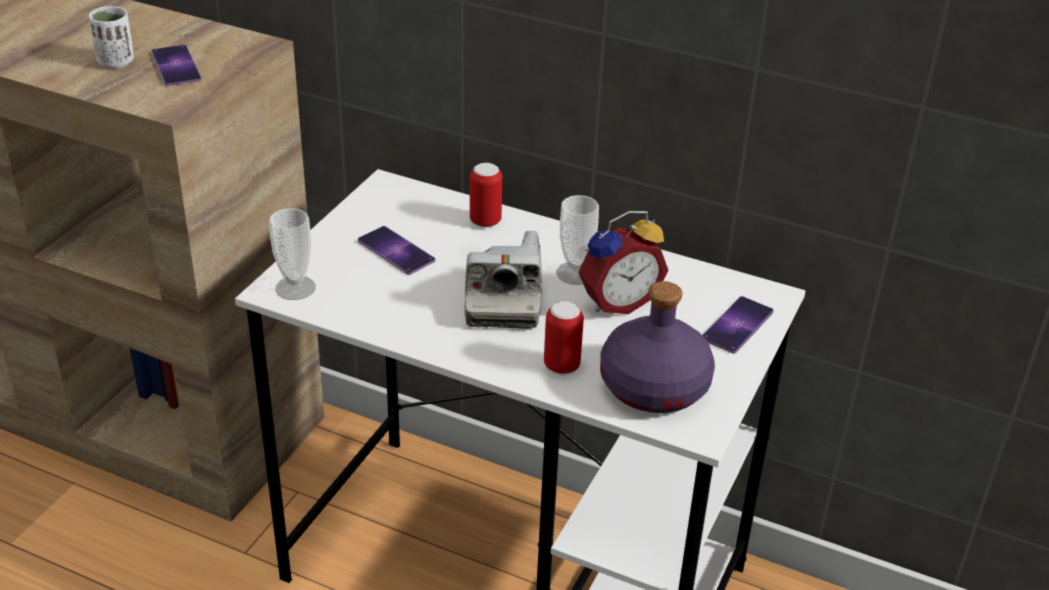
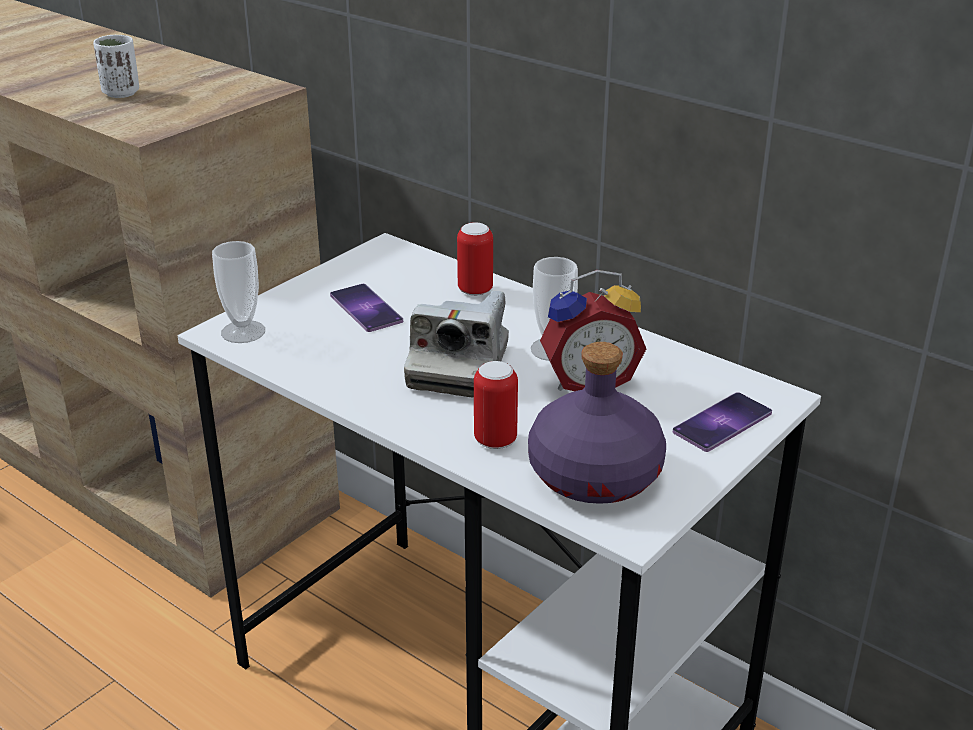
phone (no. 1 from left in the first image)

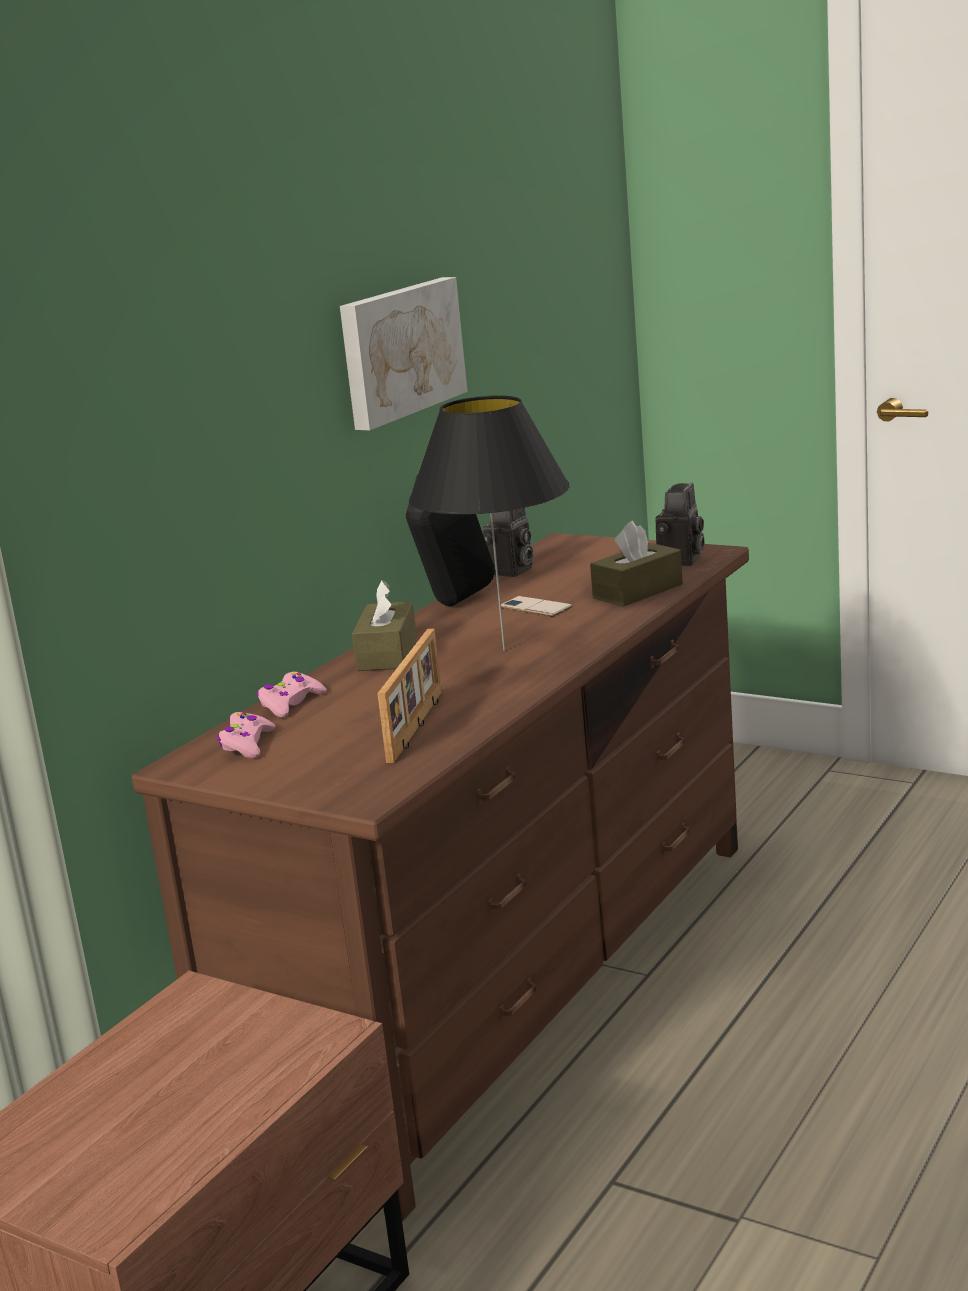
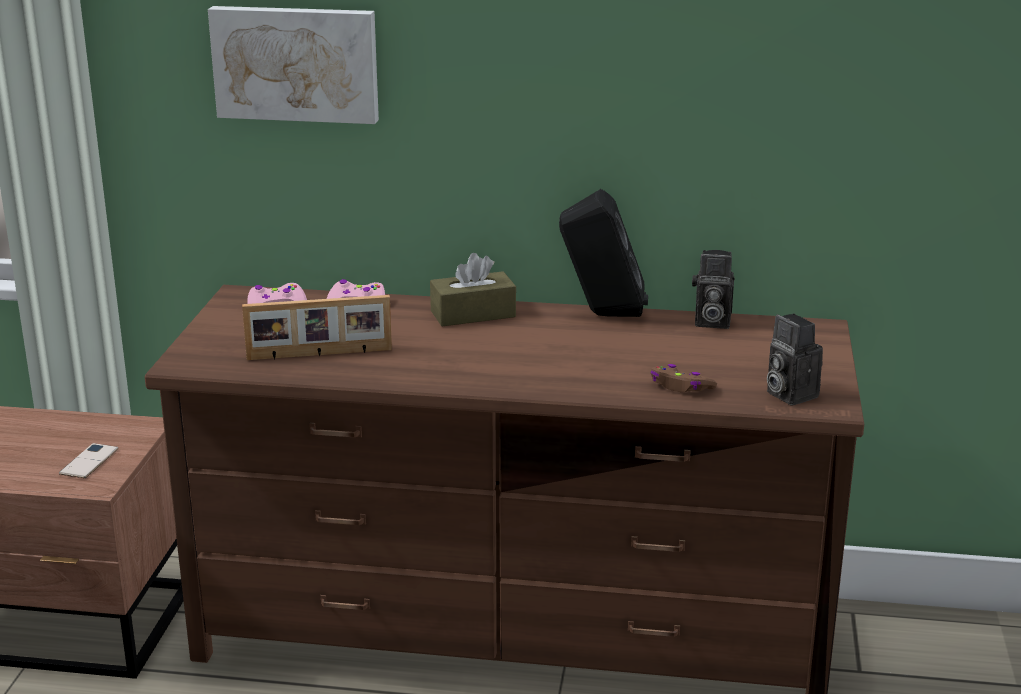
picture
black table lamp
phone
brown game controller
photo camera (no. 2 from left)

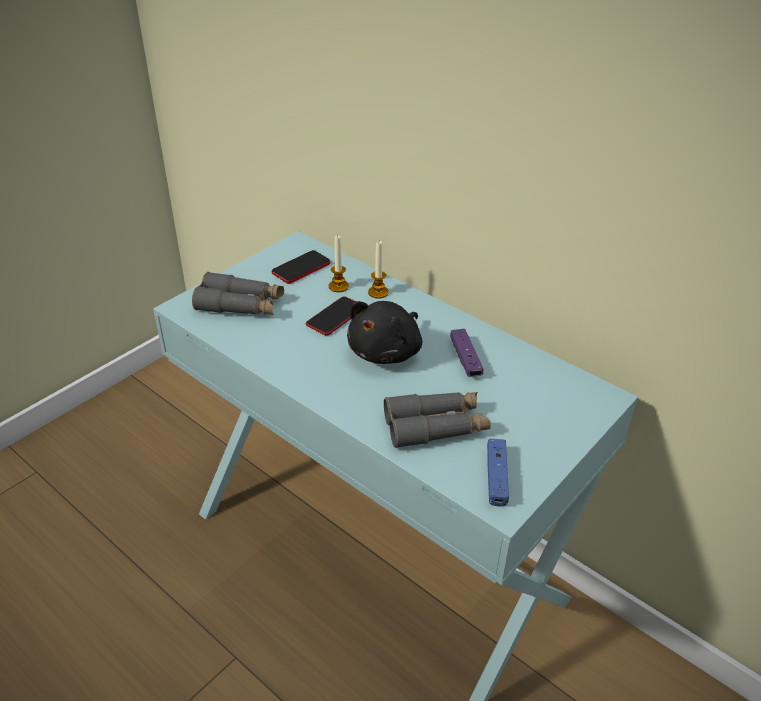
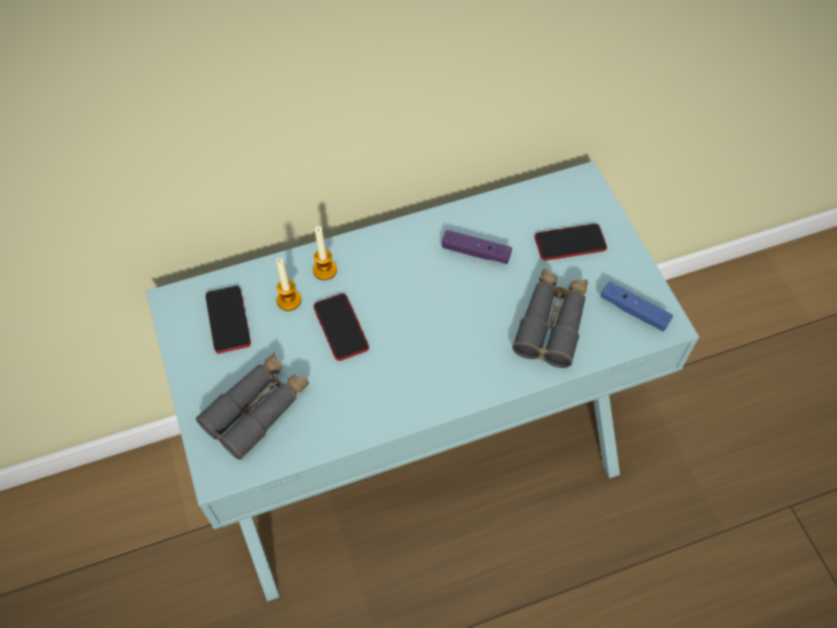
black plush toy
phone (no. 3 from left)

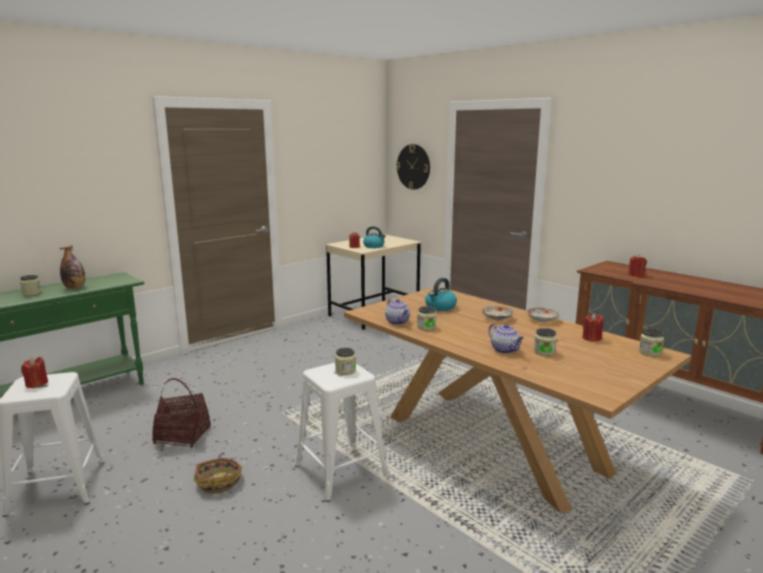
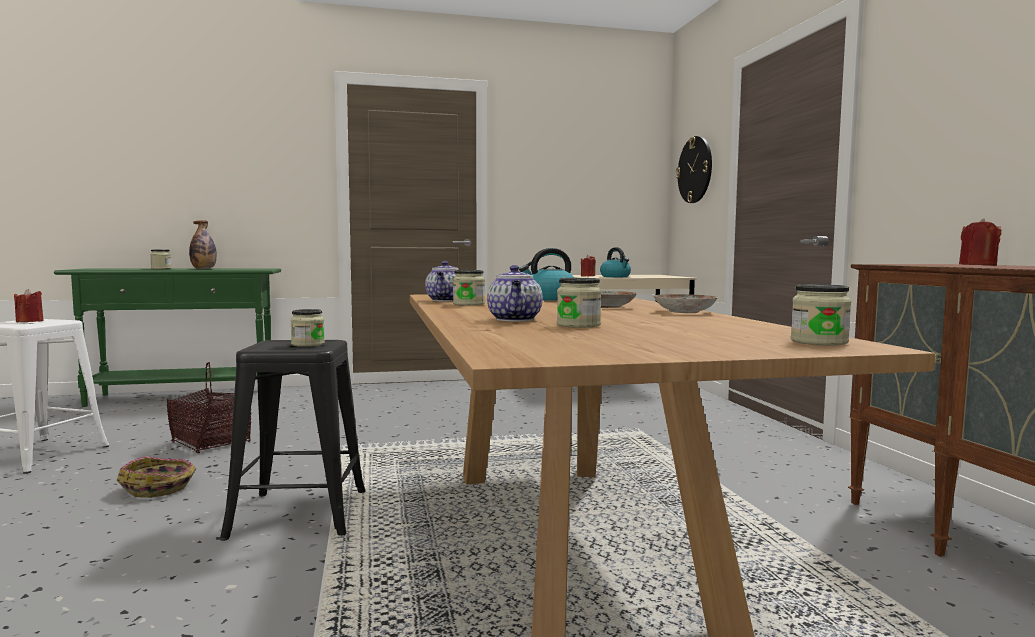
black stool
red candle (no. 3 from left in the first image)

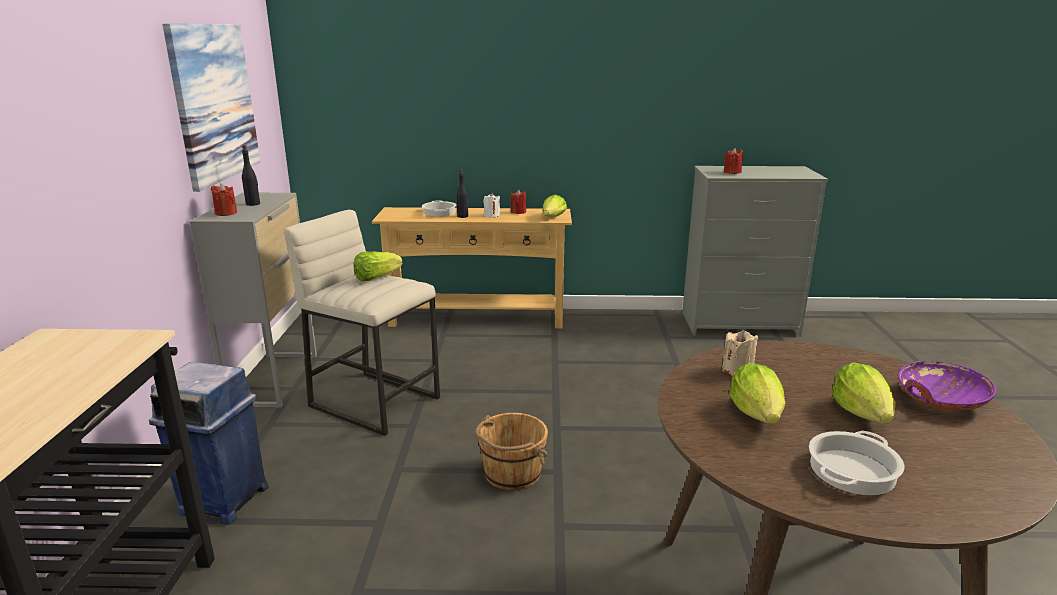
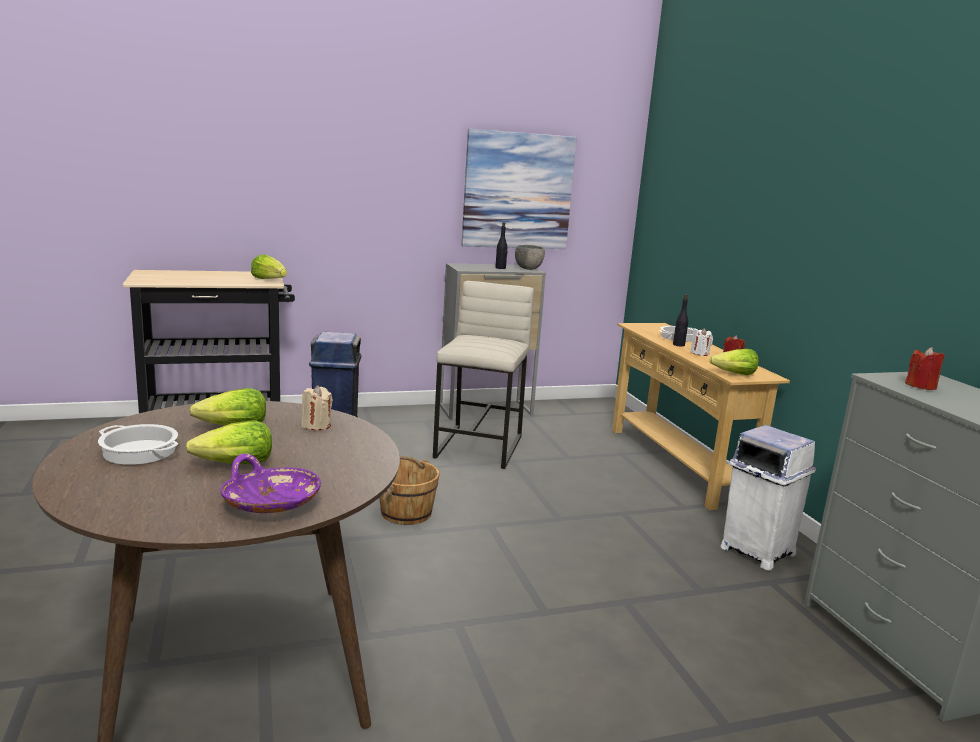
red candle (no. 1 from left in the first image)
lettuce (no. 3 from left)
grey bowl
white trash can

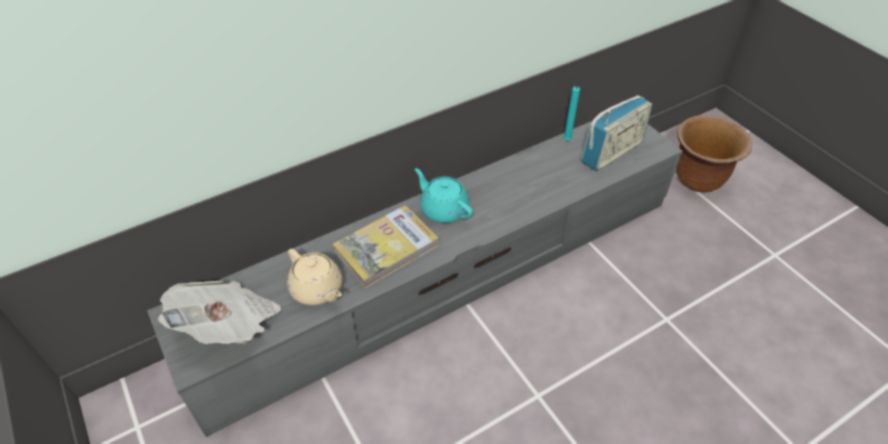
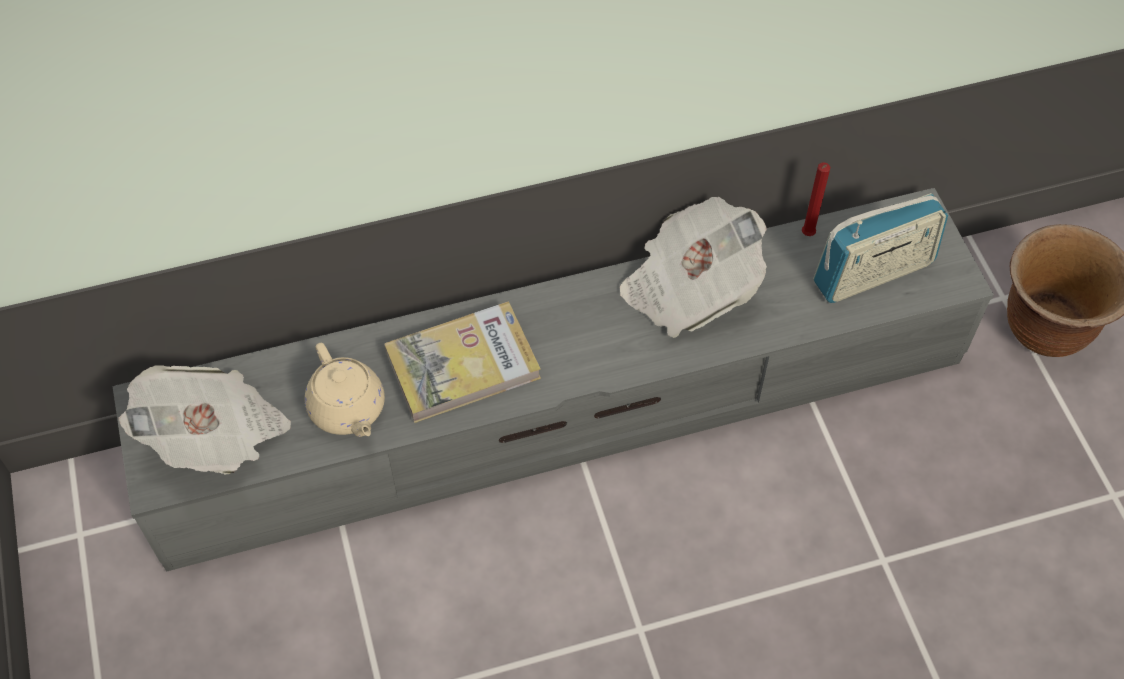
turquoise teapot
red candle
newspaper (no. 2 from left)

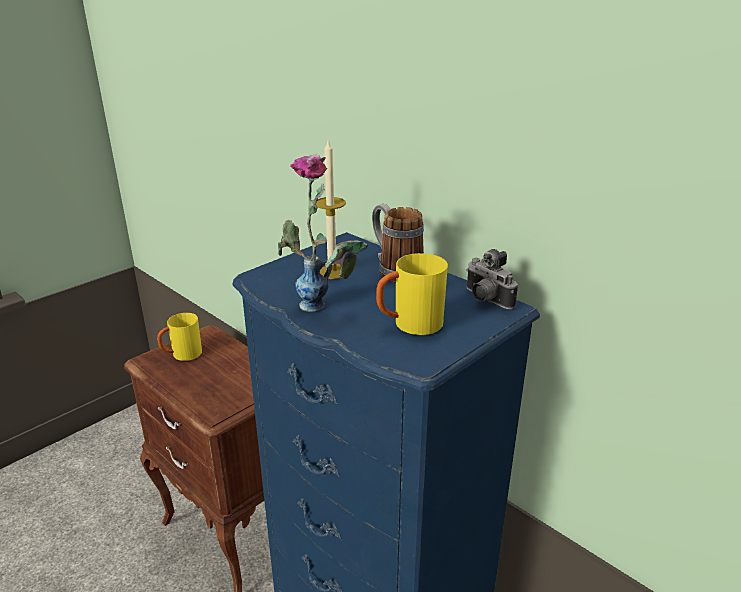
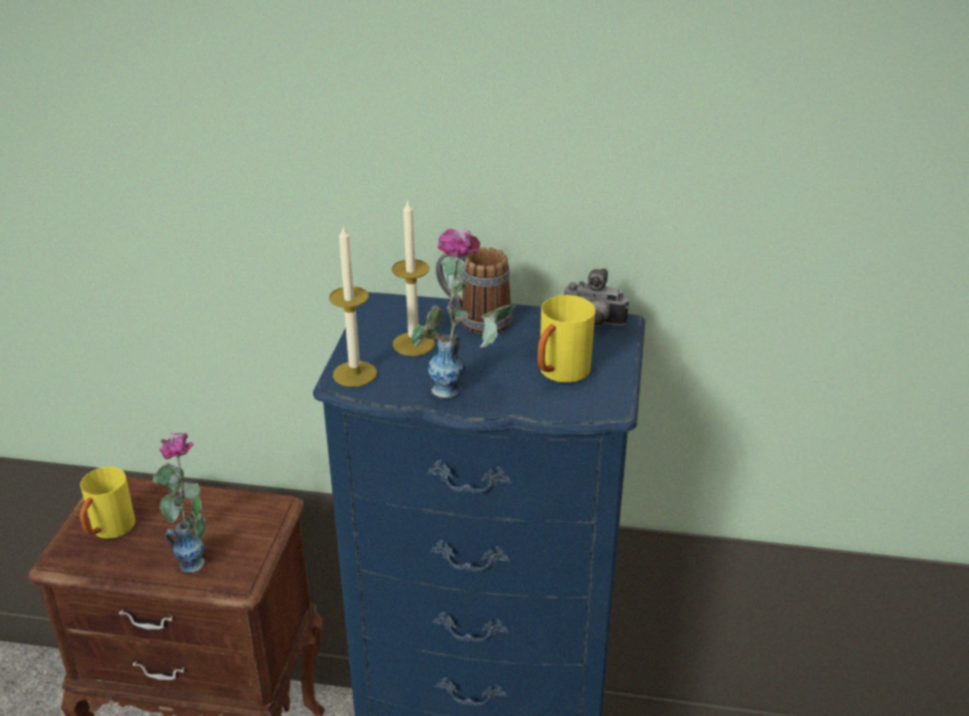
vase (no. 1 from left)
candle (no. 1 from left)

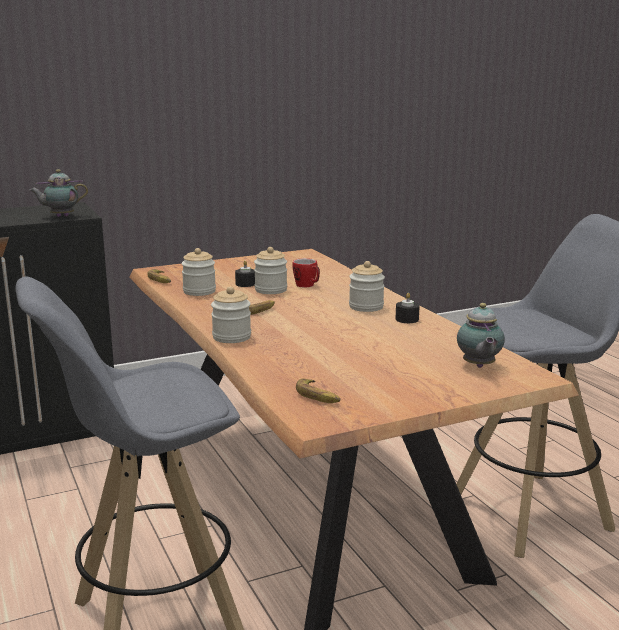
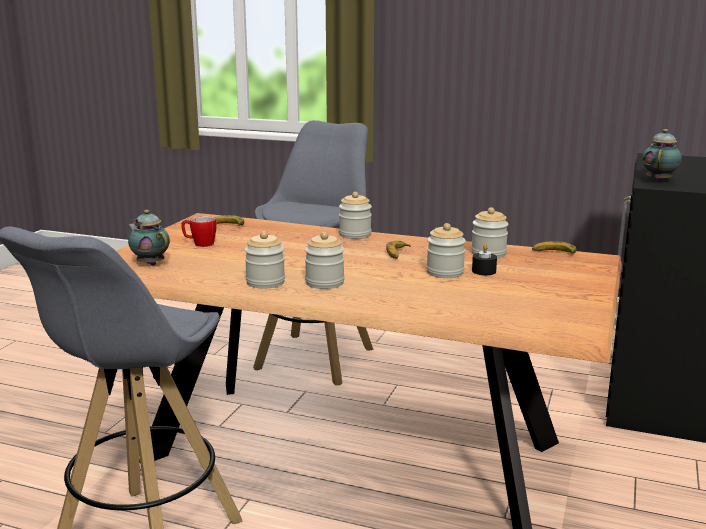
mug
jar (no. 1 from left)

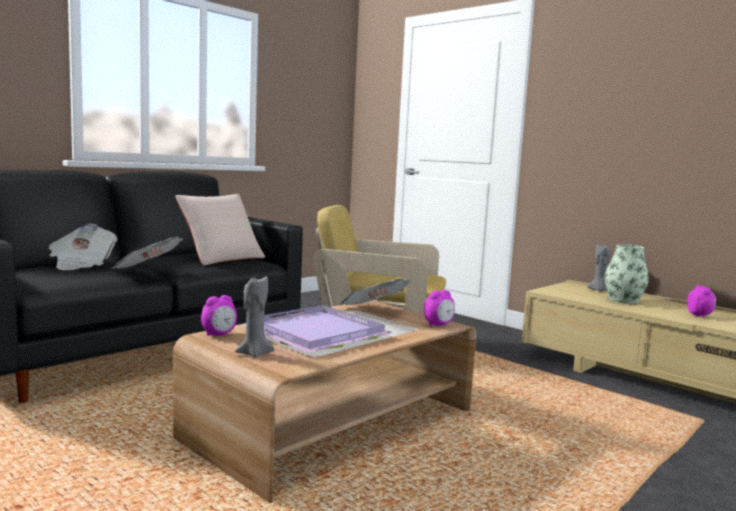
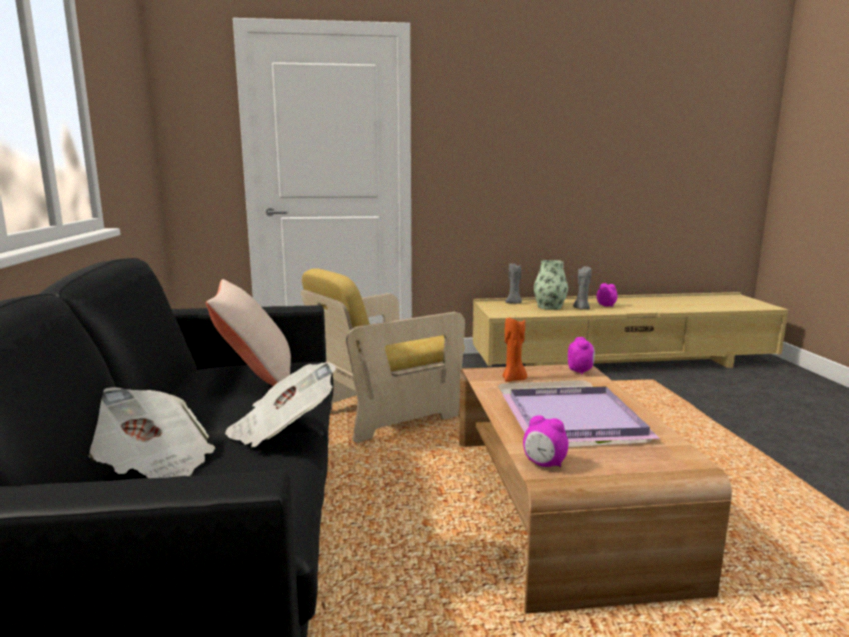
alarm clock (no. 1 from left)
grey candle (no. 2 from left)
orange candle

